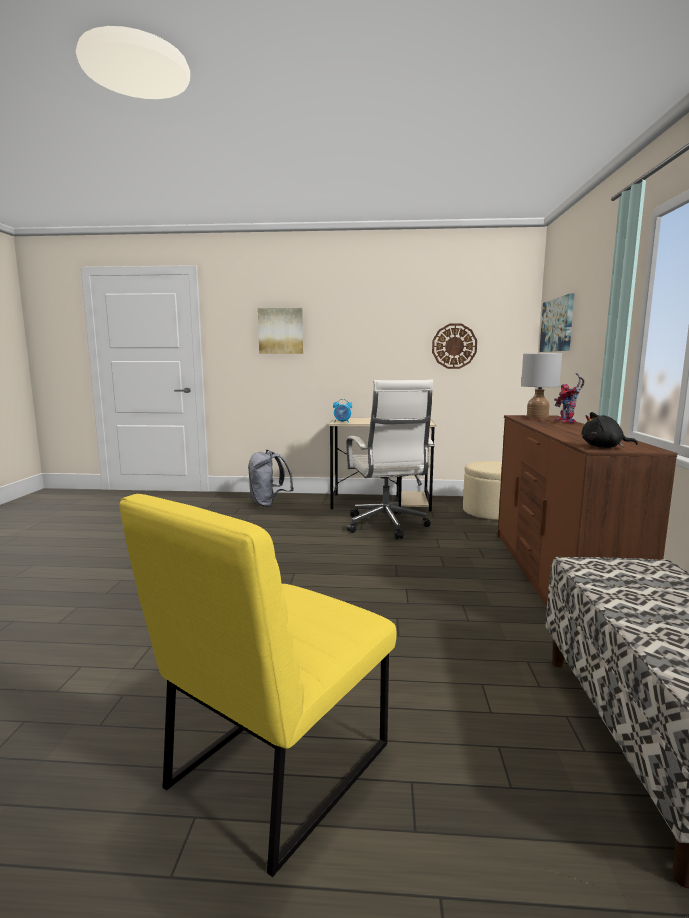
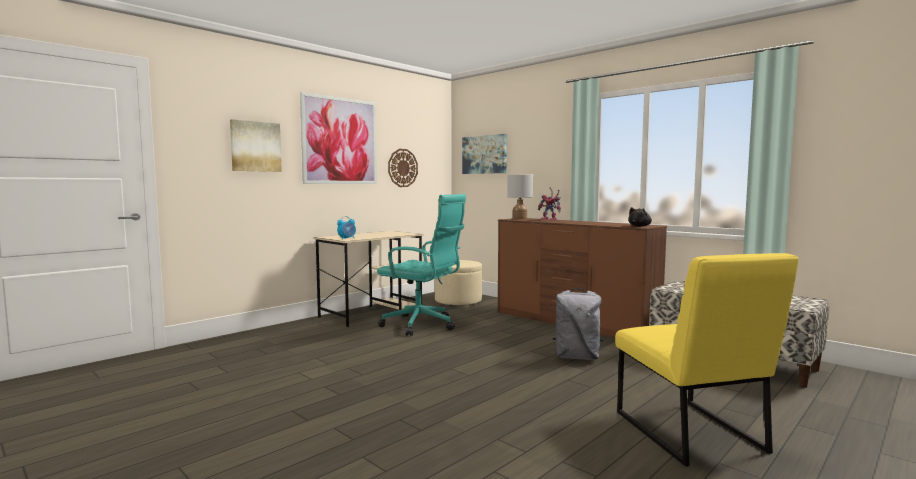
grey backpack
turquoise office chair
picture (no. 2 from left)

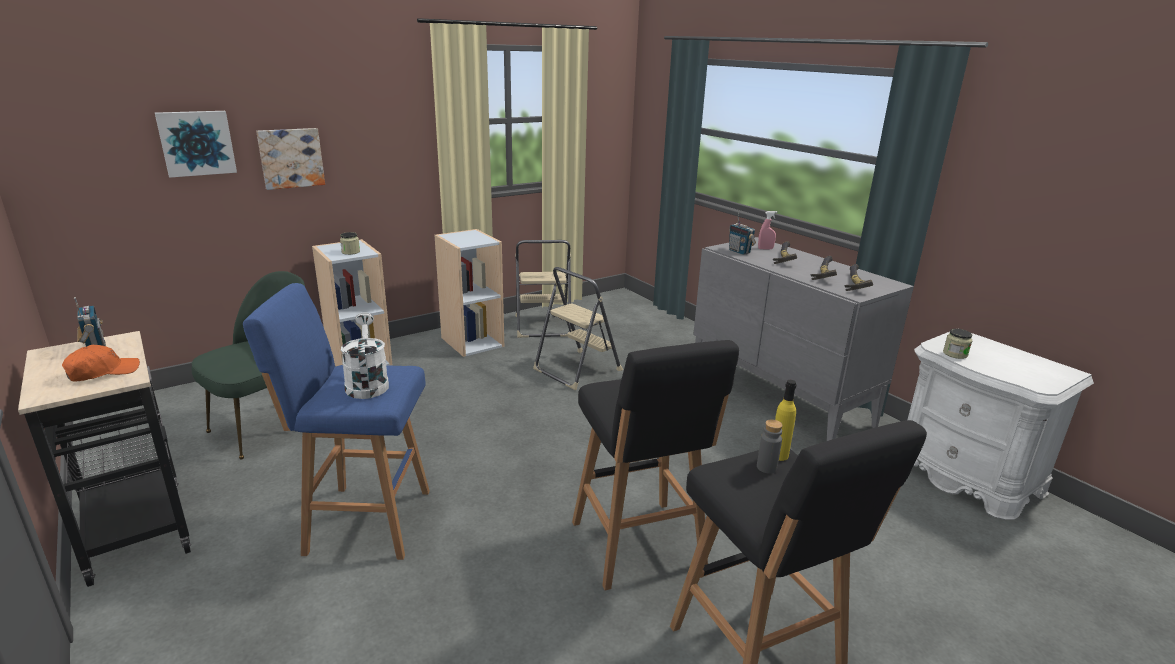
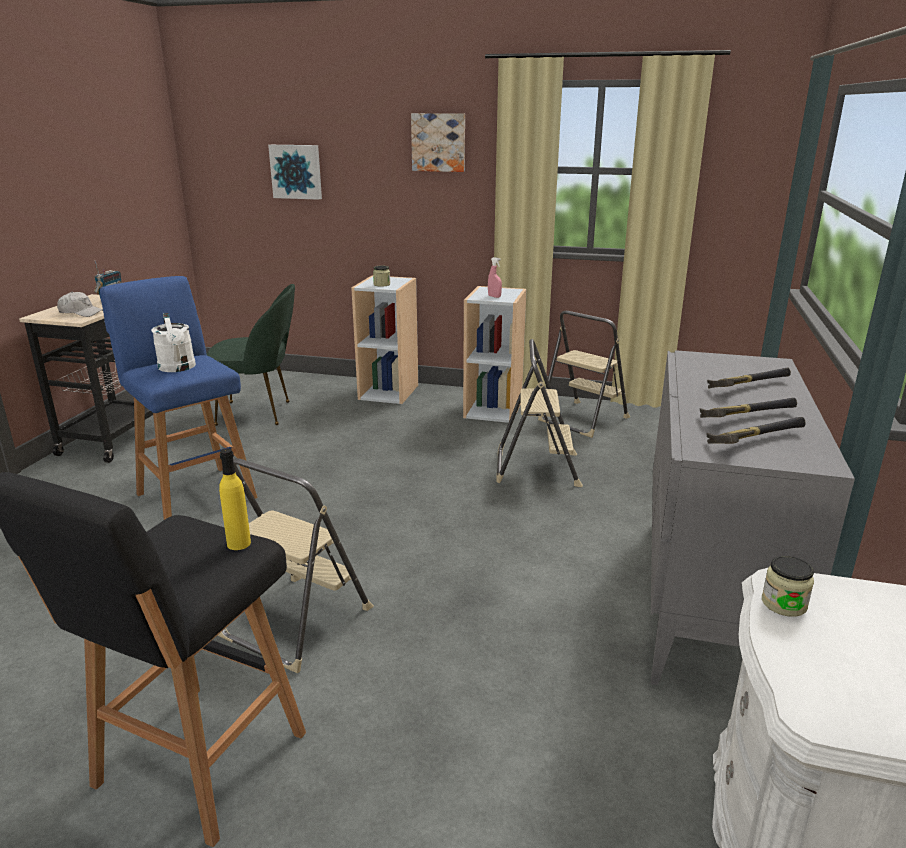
white cap
picture (no. 2 from left)
white watering can
beige step ladder (no. 1 from left)
radio (no. 2 from left in the first image)
grey bottle
pink spray bottle

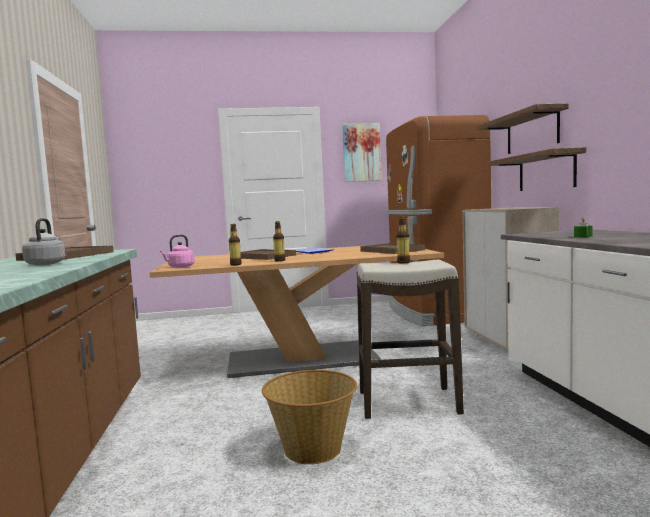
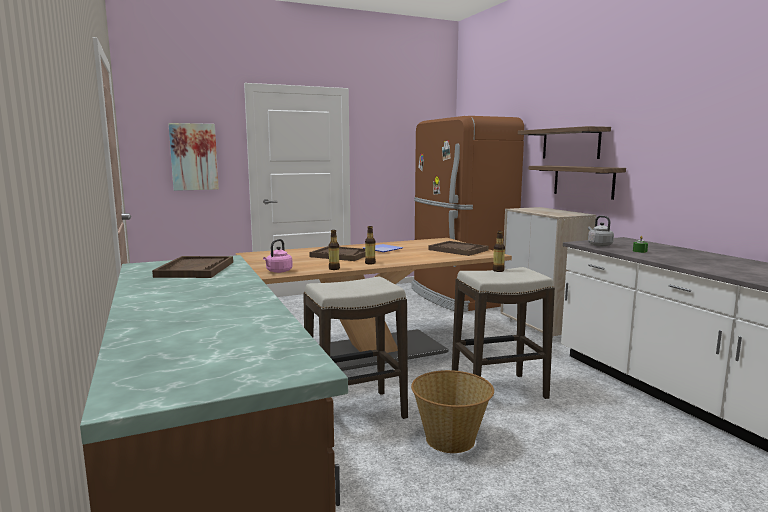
grey kettle
picture
stool (no. 1 from left)

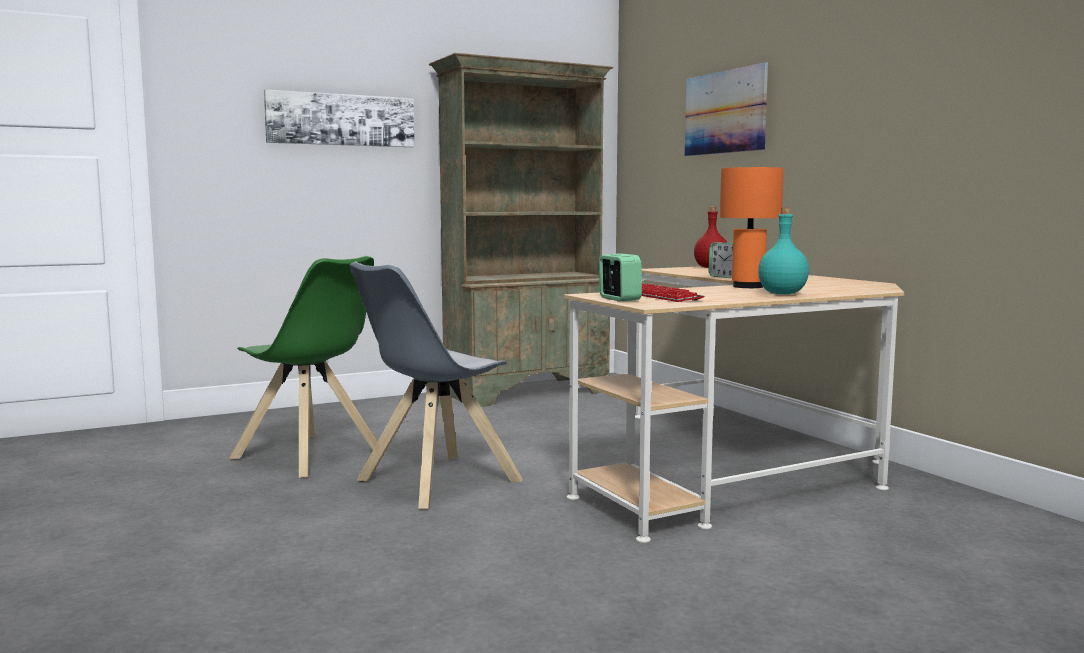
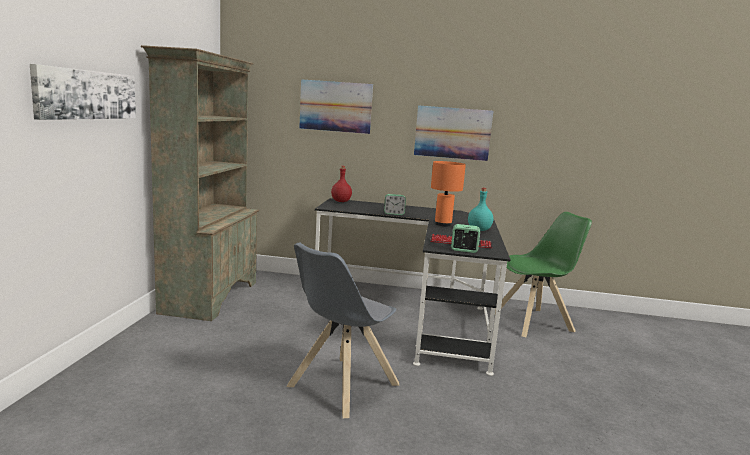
green chair
grey chair
black desk
picture (no. 3 from left)

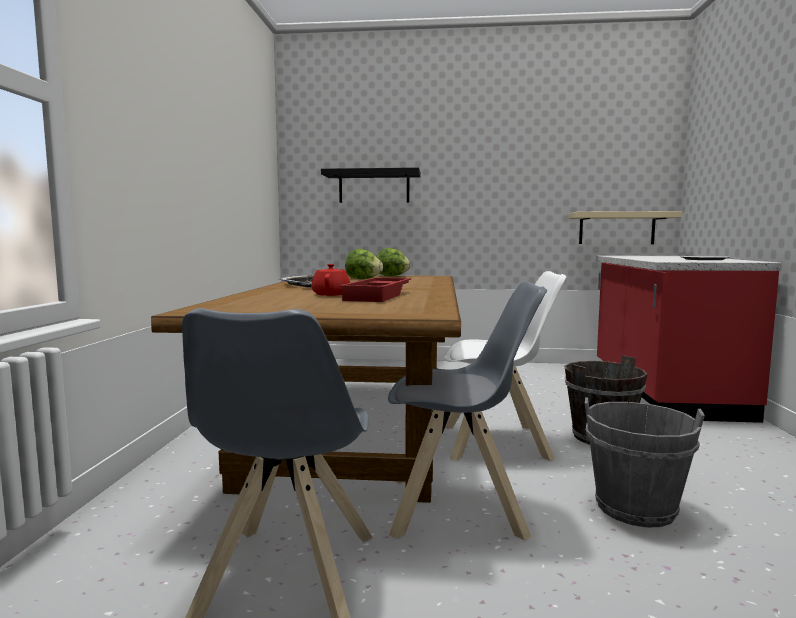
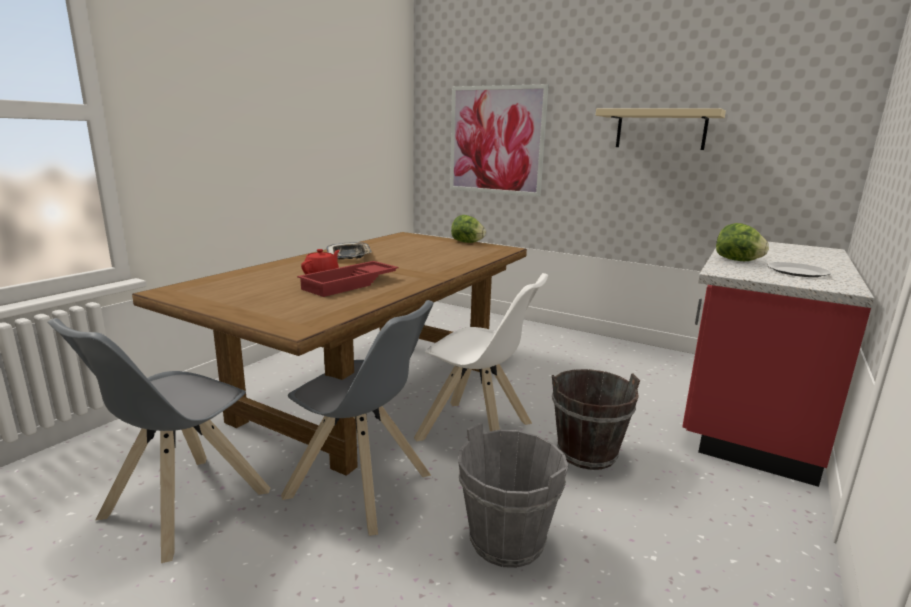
picture
lettuce (no. 2 from left)
beige shelf

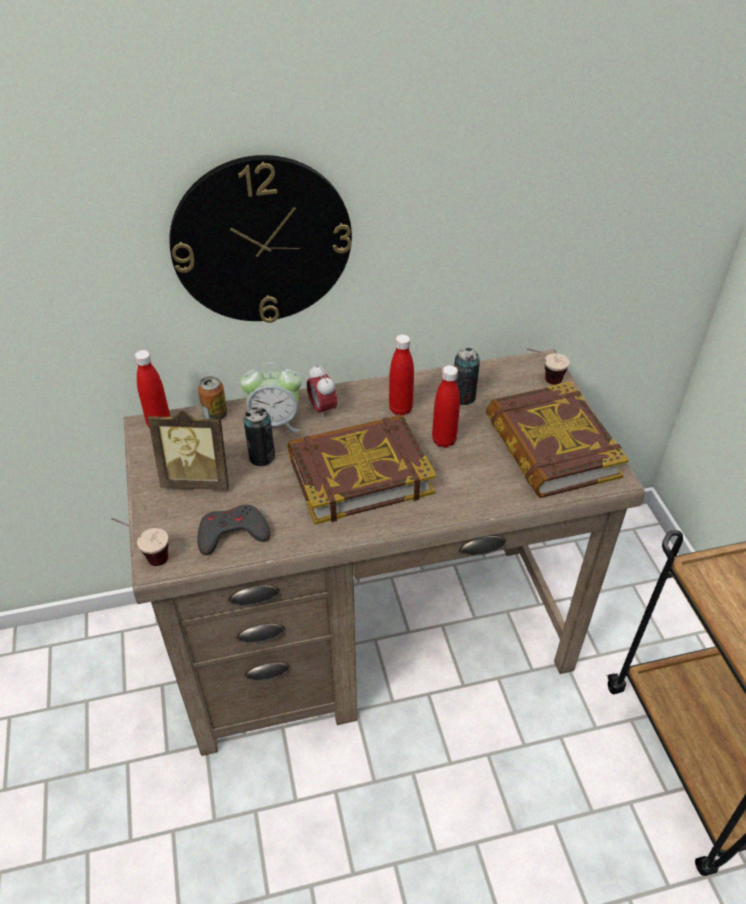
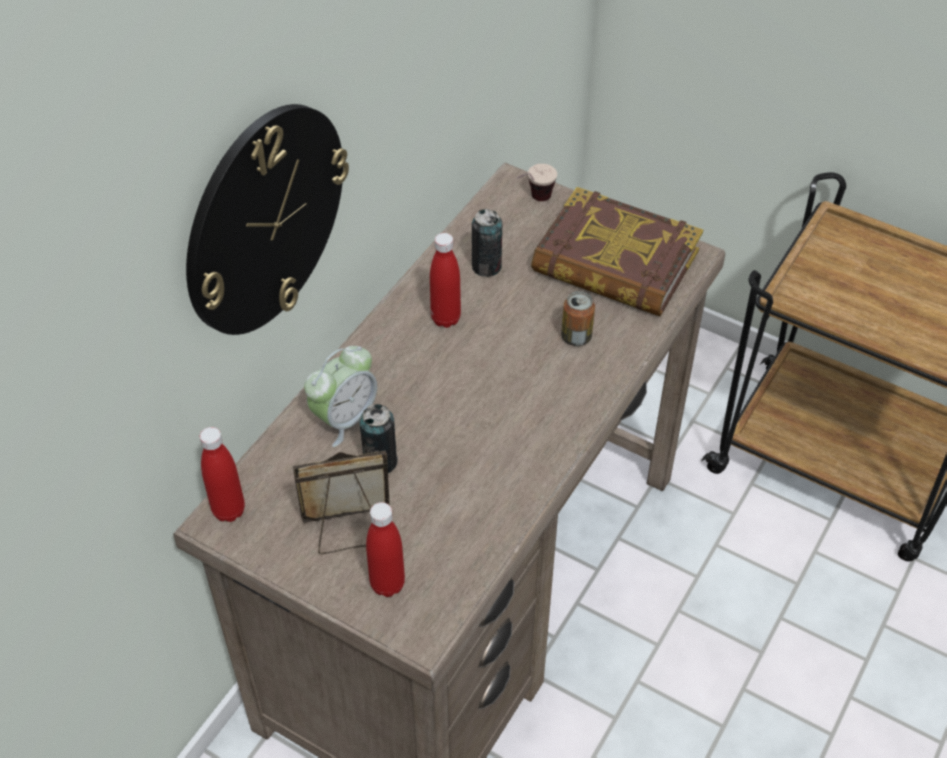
cup (no. 1 from left in the first image)
picture frame
grey game controller
can (no. 3 from left)
book (no. 1 from left in the first image)
alarm clock (no. 2 from left in the first image)
red bottle (no. 2 from left)

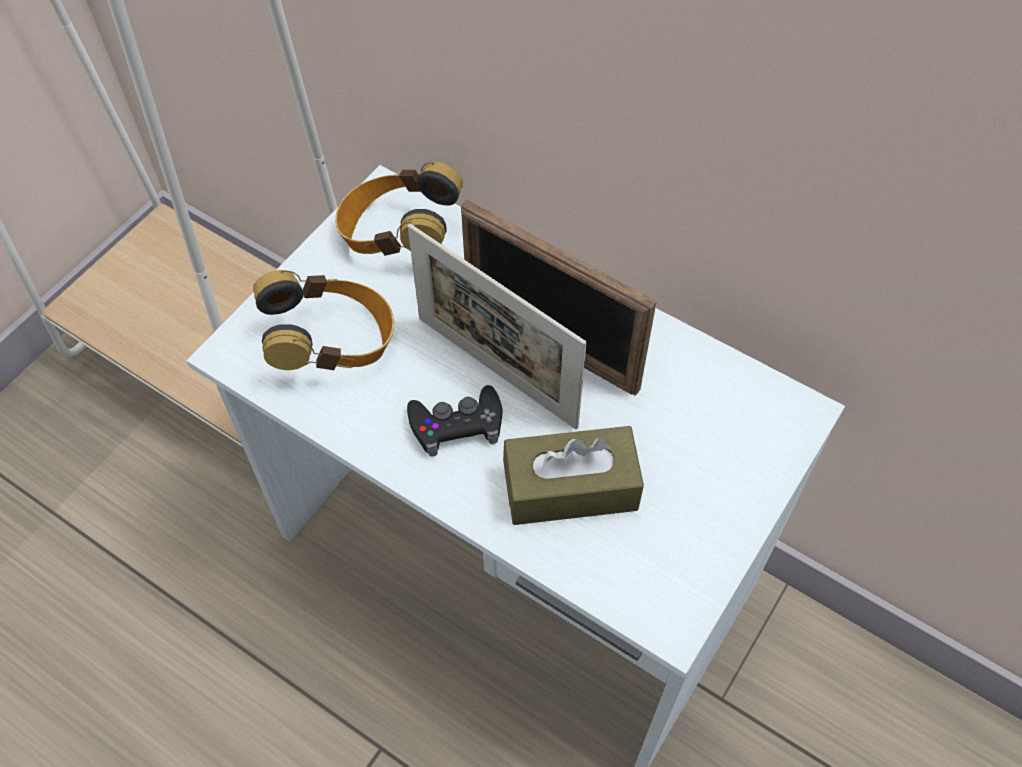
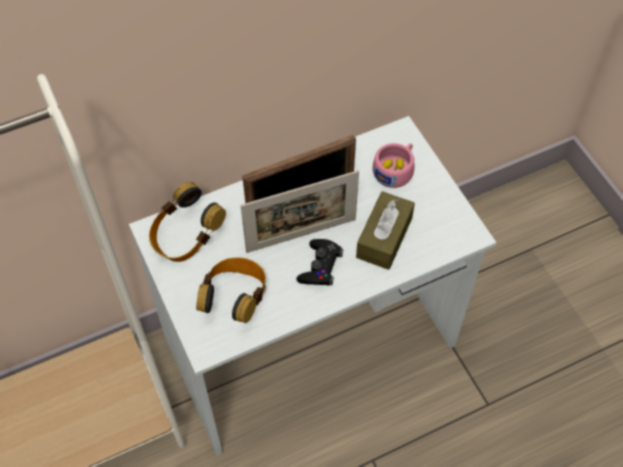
pink cup

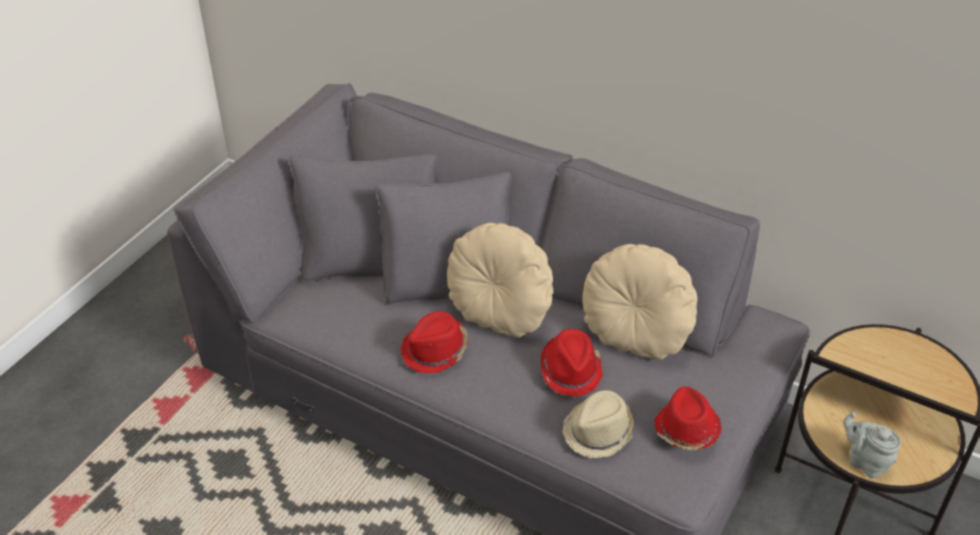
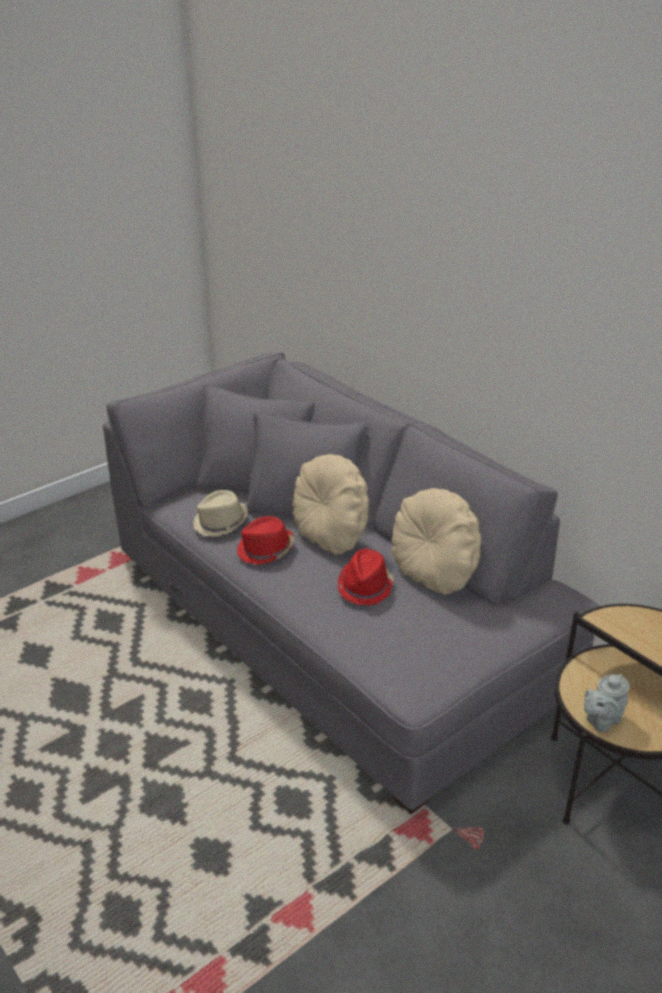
beige hat
red hat (no. 3 from left in the first image)
grey teapot

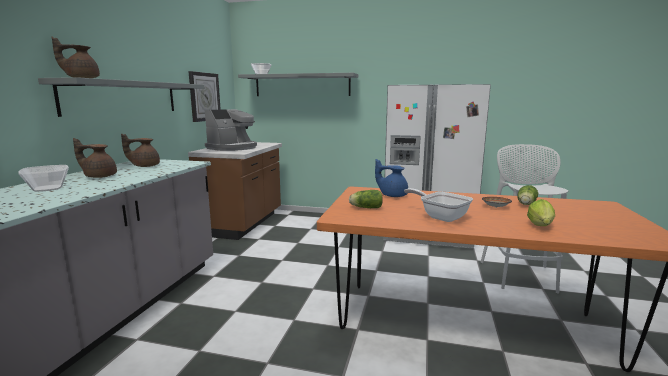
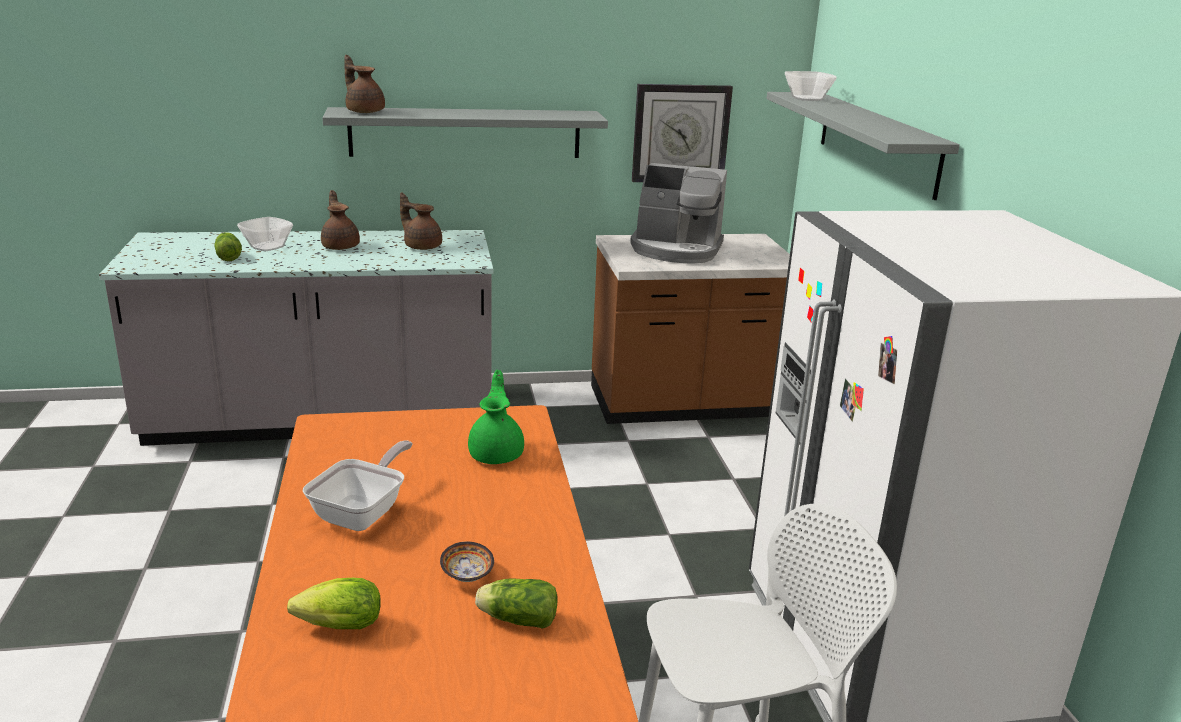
lettuce (no. 1 from left)
green teapot

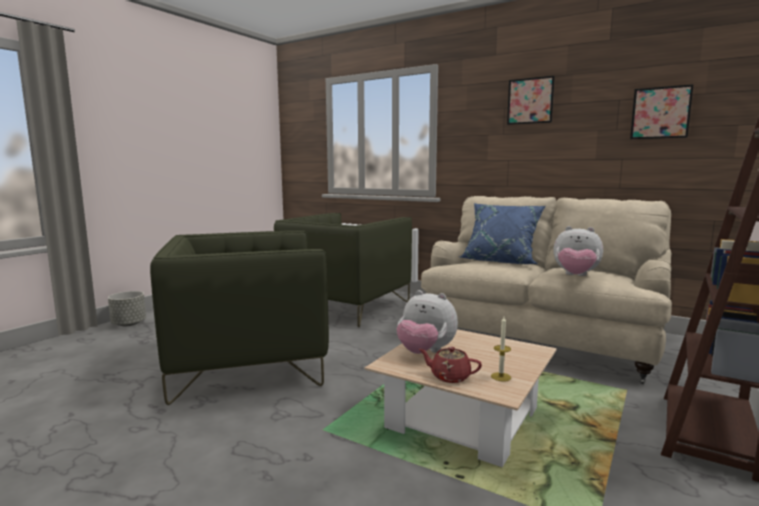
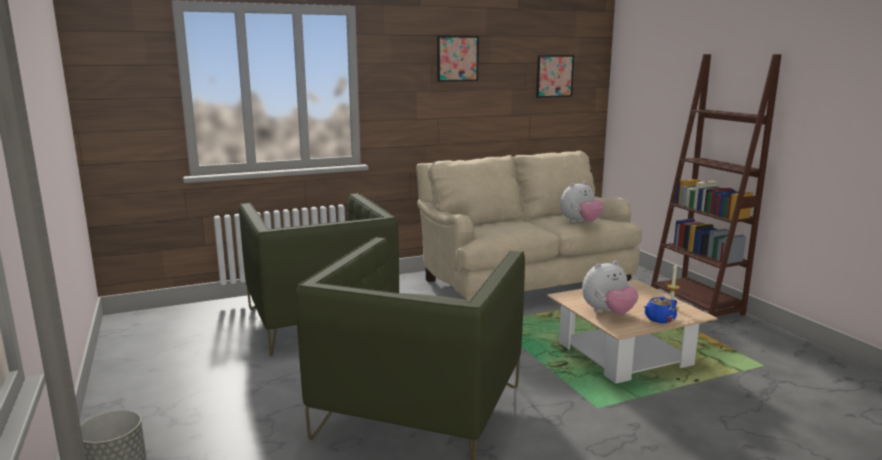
blue teapot
blue pillow

